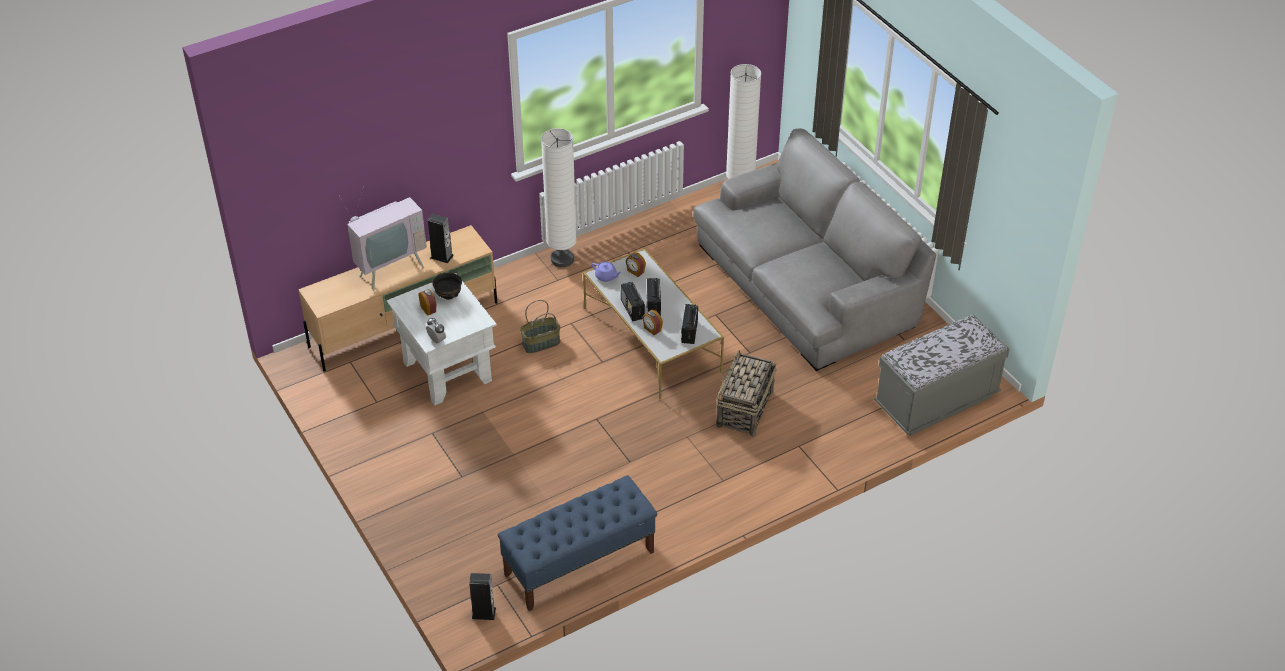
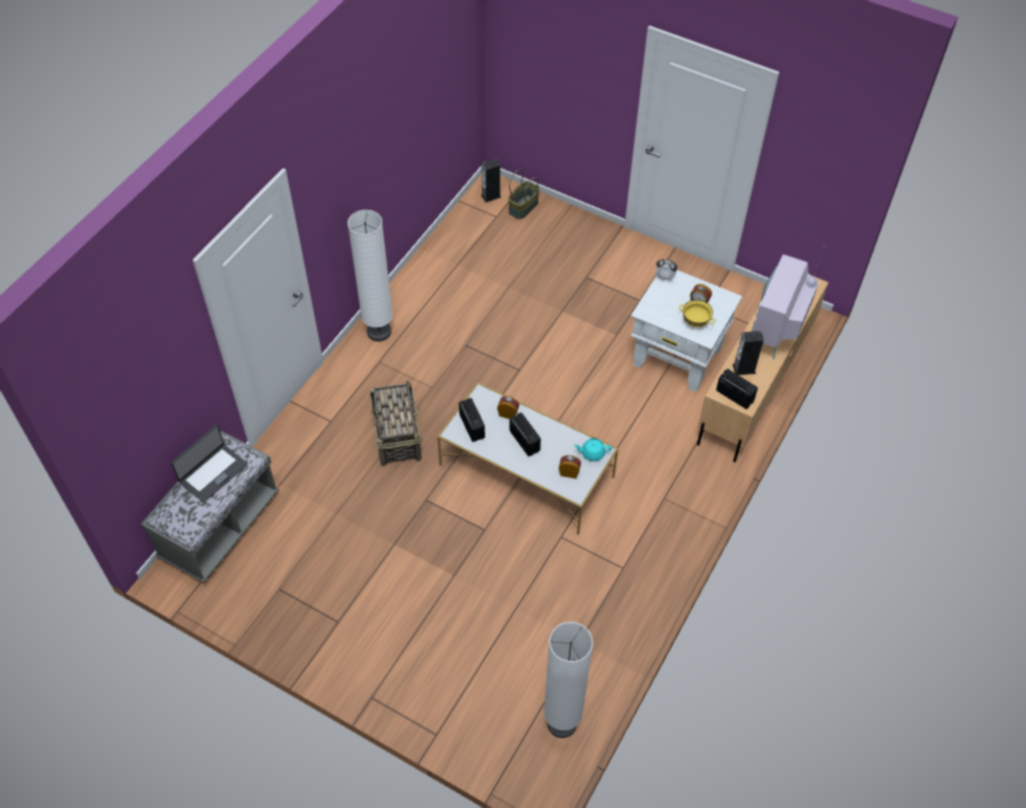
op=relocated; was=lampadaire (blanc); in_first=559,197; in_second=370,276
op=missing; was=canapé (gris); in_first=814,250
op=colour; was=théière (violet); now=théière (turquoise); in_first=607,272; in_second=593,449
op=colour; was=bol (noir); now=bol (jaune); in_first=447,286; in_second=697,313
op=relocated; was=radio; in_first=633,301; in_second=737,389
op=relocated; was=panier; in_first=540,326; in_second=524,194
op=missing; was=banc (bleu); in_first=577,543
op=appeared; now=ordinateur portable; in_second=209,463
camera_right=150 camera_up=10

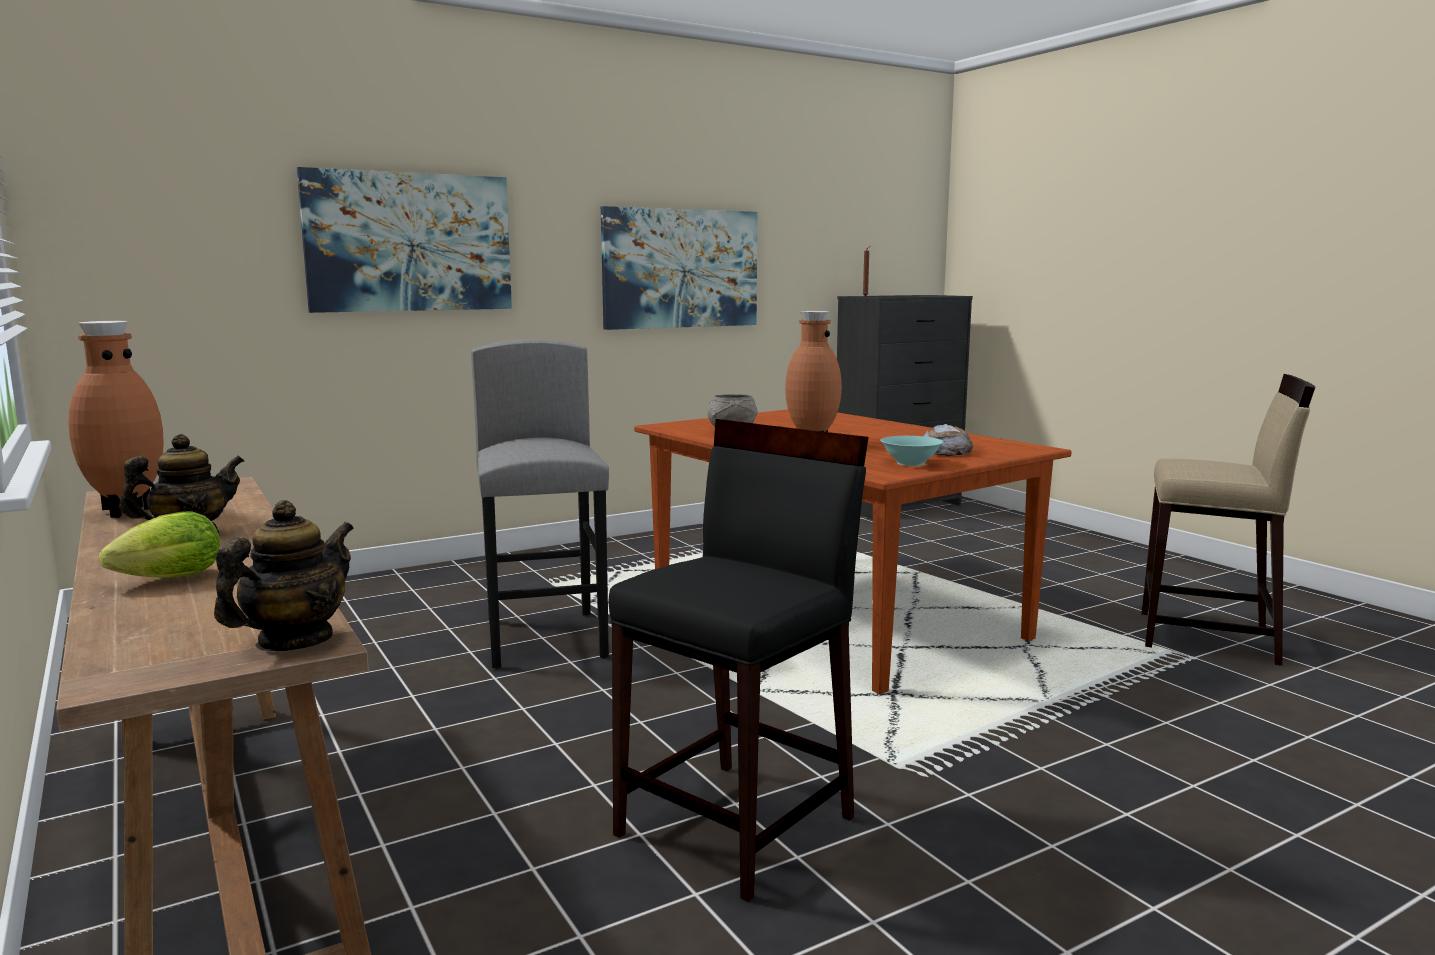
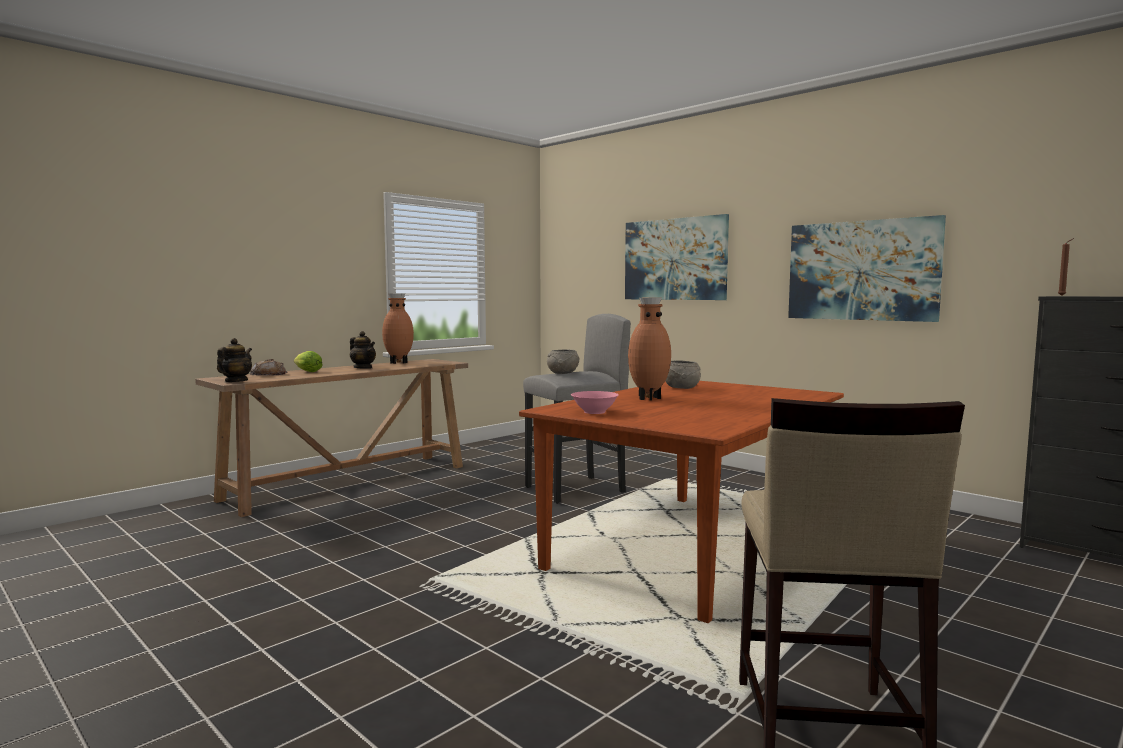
op=missing; was=tabouret (noir); in_first=739,660
op=relocated; was=pain; in_first=948,440; in_second=268,367
op=colour; was=bol (turquoise); now=bol (rose); in_first=912,451; in_second=595,402
op=spun; was=théière; in_first=284,575; in_second=234,360; clockwise=-90
op=appeared; now=bol (gris); in_second=563,362
camera_right=75 camera_up=-5

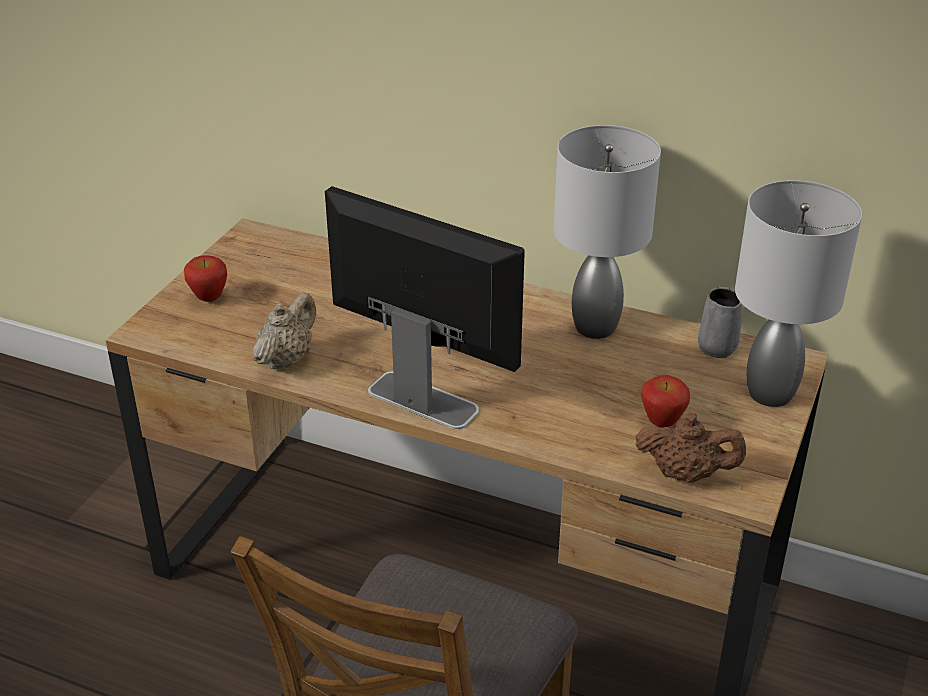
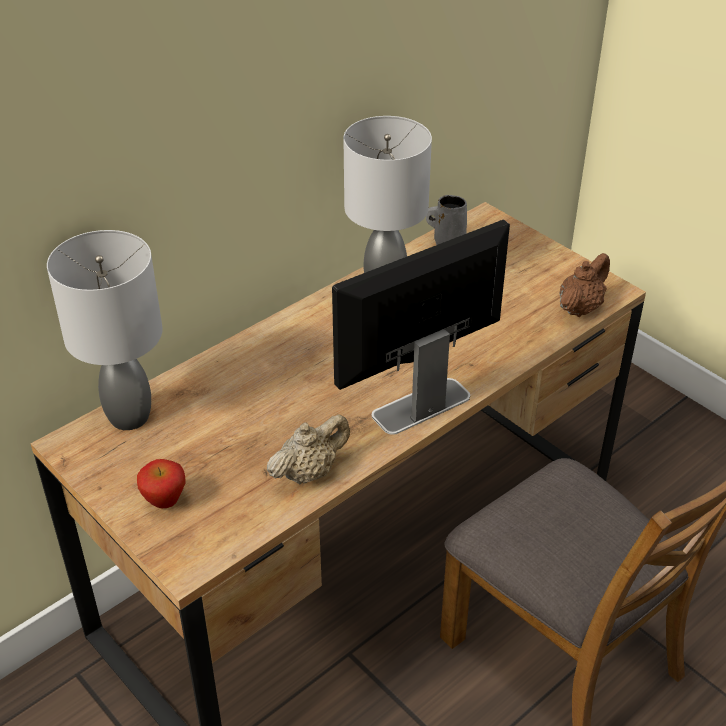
op=relocated; was=lampe de table (gris); in_first=798,293; in_second=105,330
op=spun; was=théière (beige); in_first=284,331; in_second=308,449; clockwise=90
op=missing; was=pomme; in_first=665,401
camera_right=-65 camera_up=5

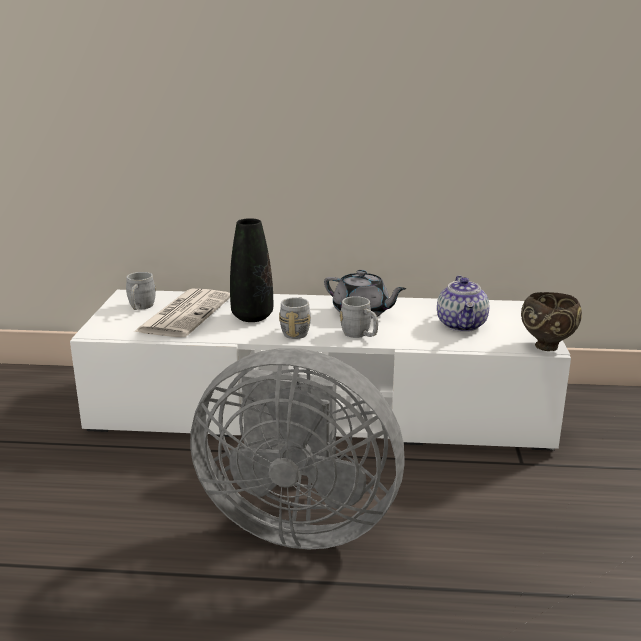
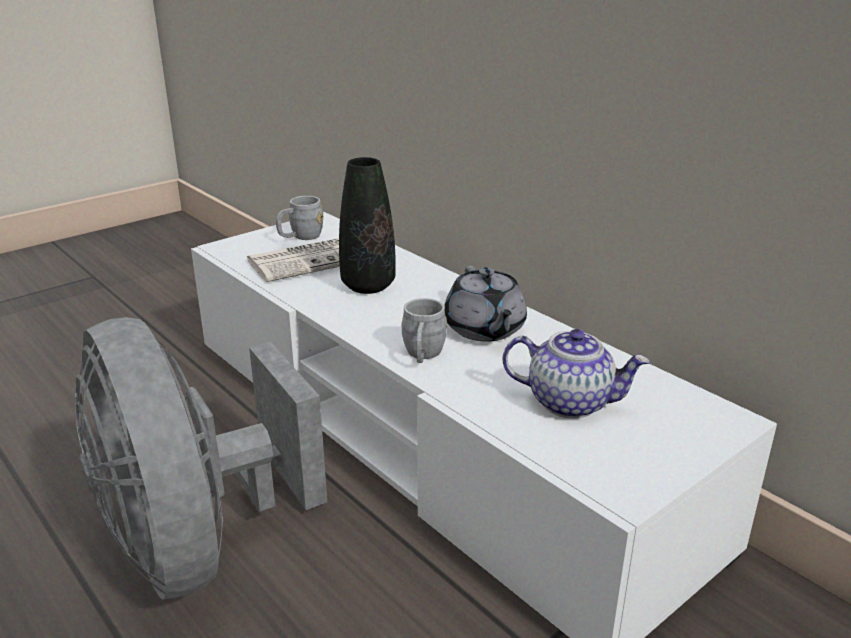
op=spun; was=théière; in_first=463,304; in_second=576,373; clockwise=-120
op=missing; was=bol (marron); in_first=551,321
op=missing; was=mug (gris); in_first=295,318
camera_right=45 camera_up=5

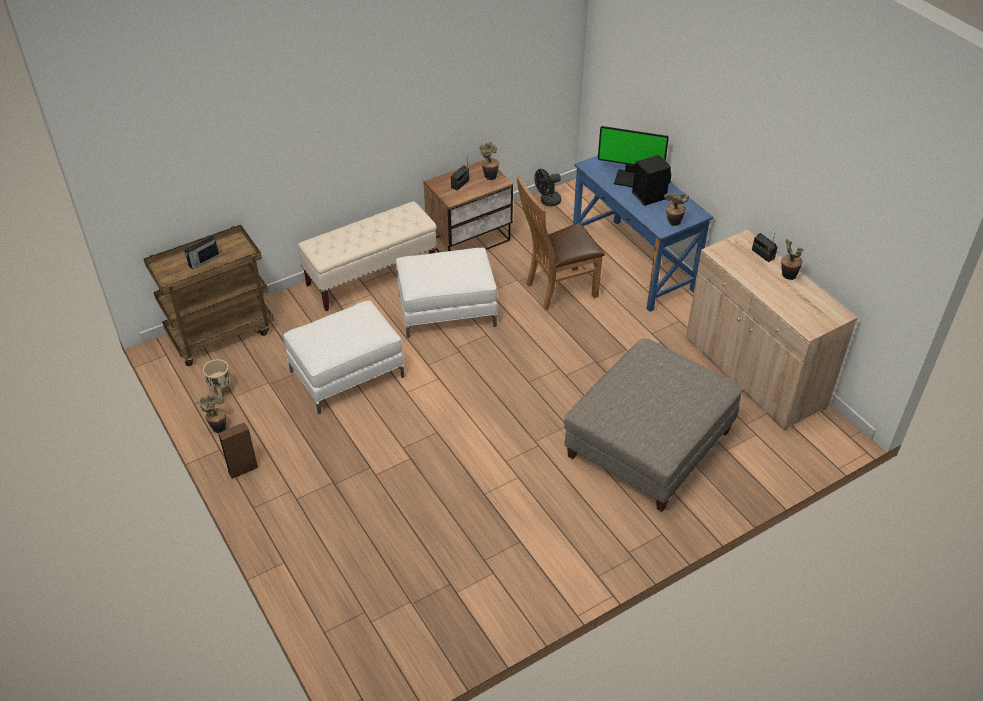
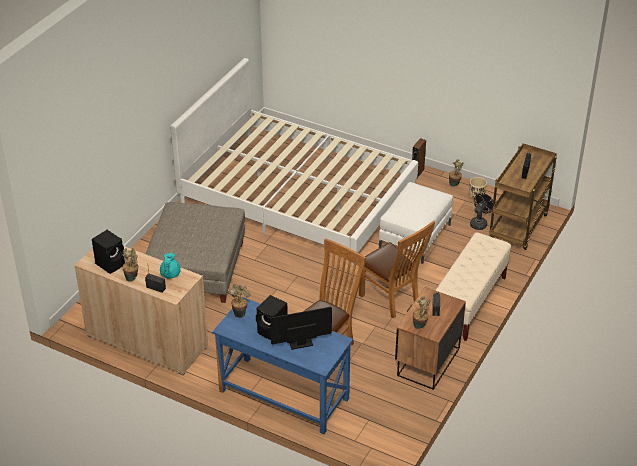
op=relocated; was=ventilateur (noir); in_first=547,187; in_second=481,211
op=exchanged; was=pouf (blanc); now=chaise (marron); in_first=446,293; in_second=397,270
op=appeared; now=lit (blanc); in_second=294,162
op=appeared; now=enceinte (noir); in_second=108,252
op=appeared; now=théière (turquoise); in_second=170,265
camera_right=150 camera_up=-5

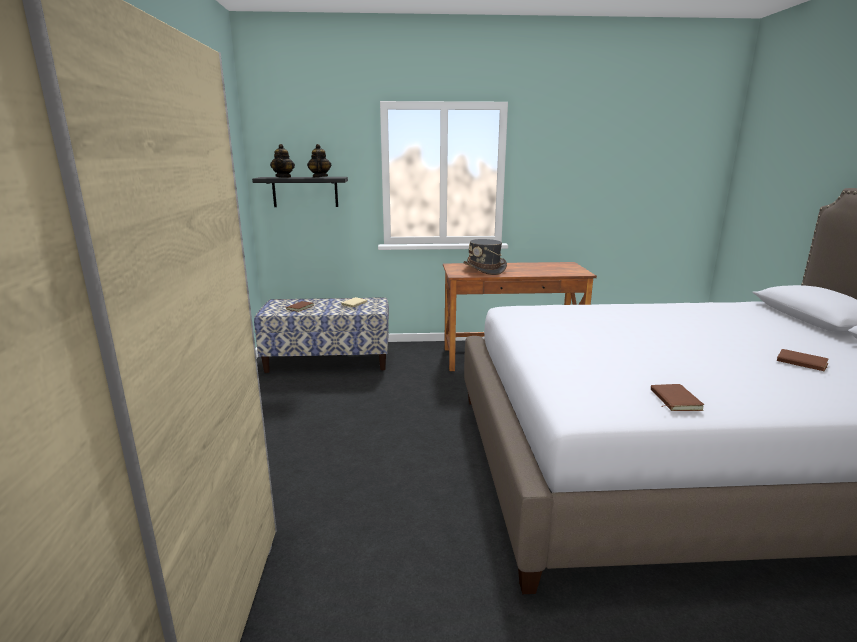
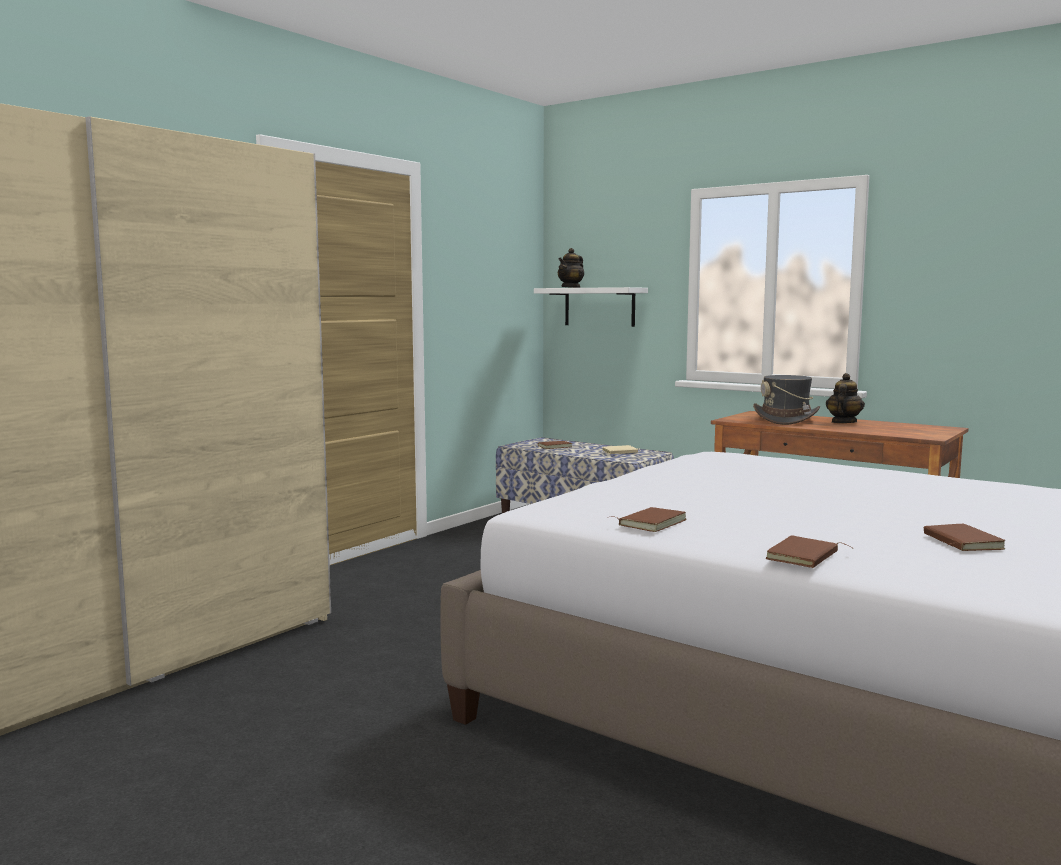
op=relocated; was=théière; in_first=319,160; in_second=845,398
op=colour; was=étagère (noir); now=étagère (blanc); in_first=300,192; in_second=591,307
op=appeared; now=livre (marron); in_second=809,551
camera_right=40 camera_up=-10

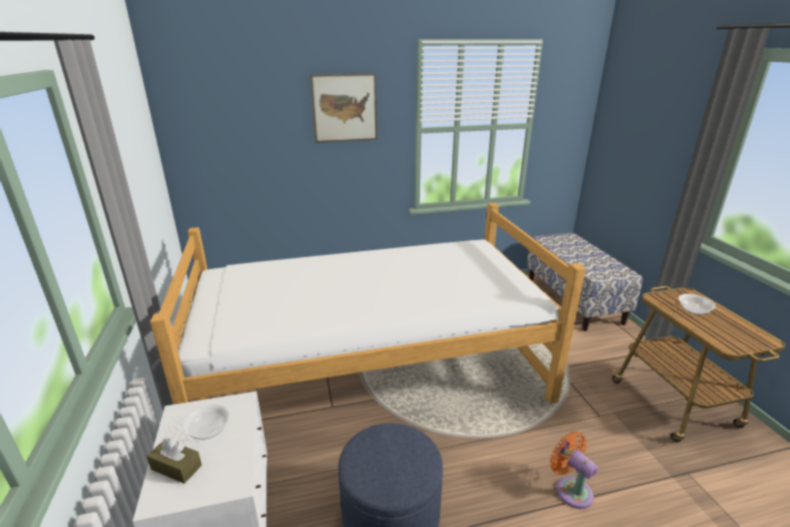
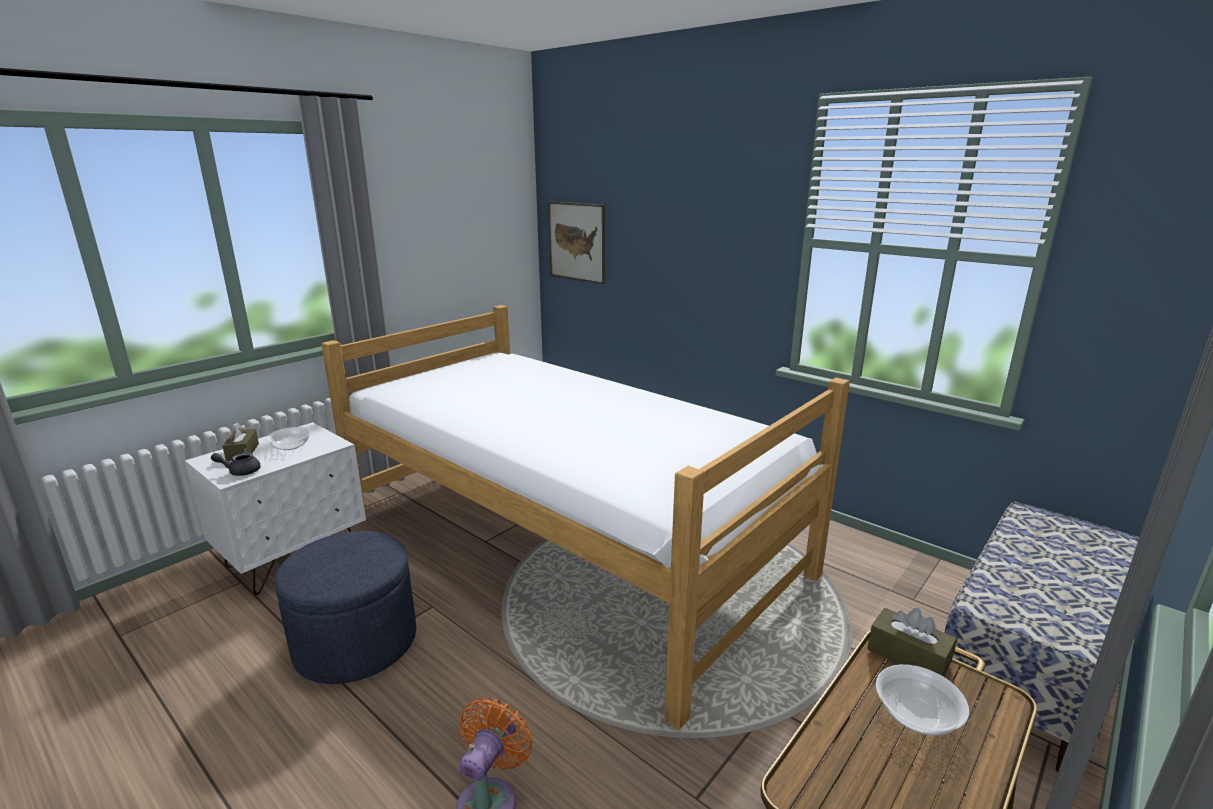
op=relocated; was=tableau; in_first=343,108; in_second=576,242
op=appeared; now=théière (gris); in_second=236,462
op=appeared; now=boîte à mouchoirs (marron); in_second=912,642
camera_right=55 camera_up=-5

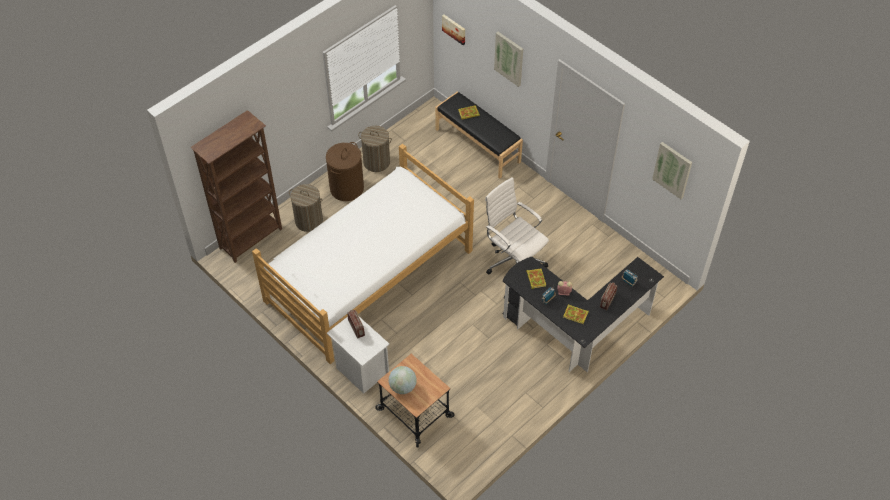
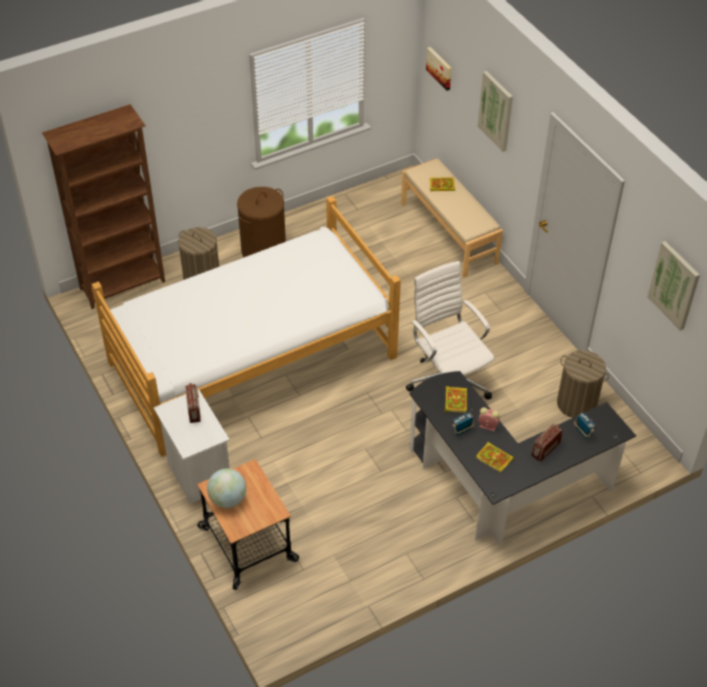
op=colour; was=banc (noir); now=banc (beige); in_first=479,135; in_second=452,217
op=relocated; was=panier à linge; in_first=375,149; in_second=583,384
camera_right=15 camera_up=-5

